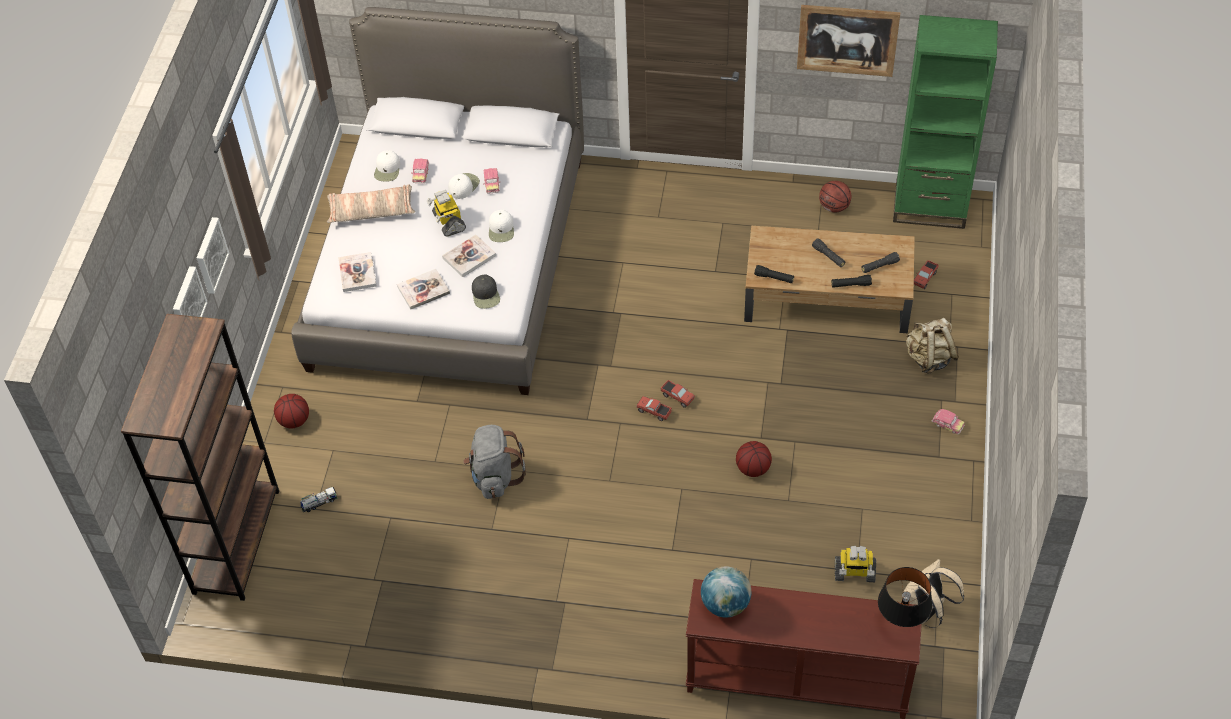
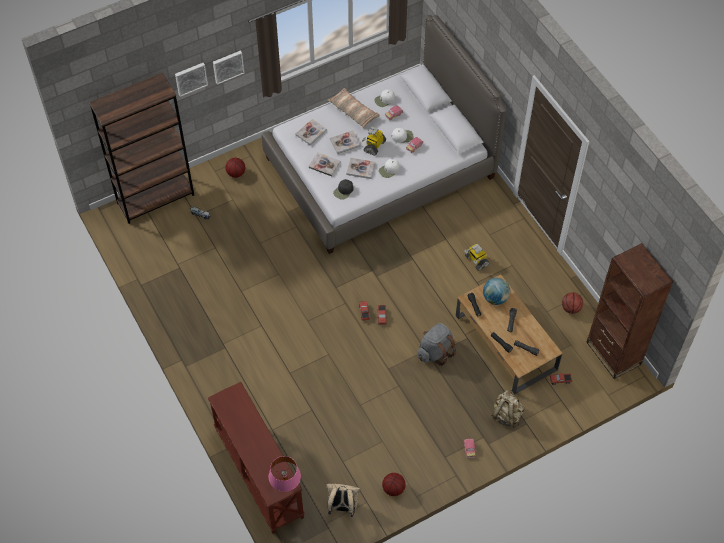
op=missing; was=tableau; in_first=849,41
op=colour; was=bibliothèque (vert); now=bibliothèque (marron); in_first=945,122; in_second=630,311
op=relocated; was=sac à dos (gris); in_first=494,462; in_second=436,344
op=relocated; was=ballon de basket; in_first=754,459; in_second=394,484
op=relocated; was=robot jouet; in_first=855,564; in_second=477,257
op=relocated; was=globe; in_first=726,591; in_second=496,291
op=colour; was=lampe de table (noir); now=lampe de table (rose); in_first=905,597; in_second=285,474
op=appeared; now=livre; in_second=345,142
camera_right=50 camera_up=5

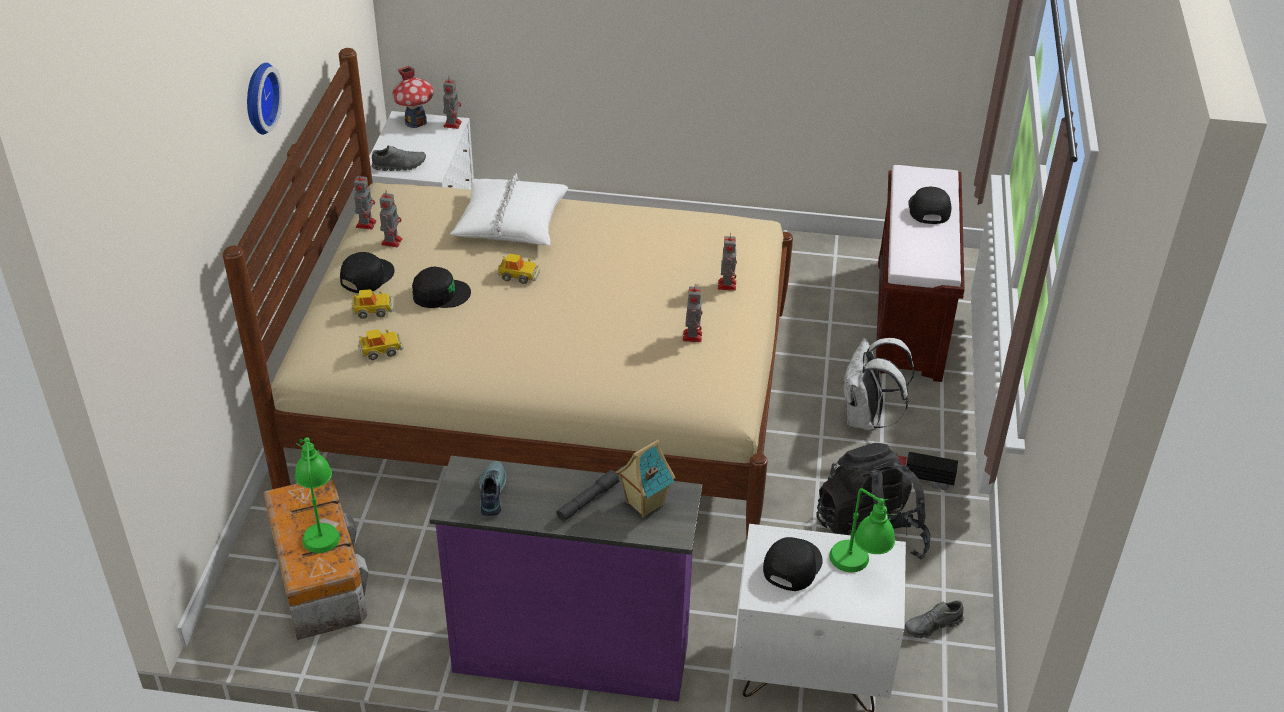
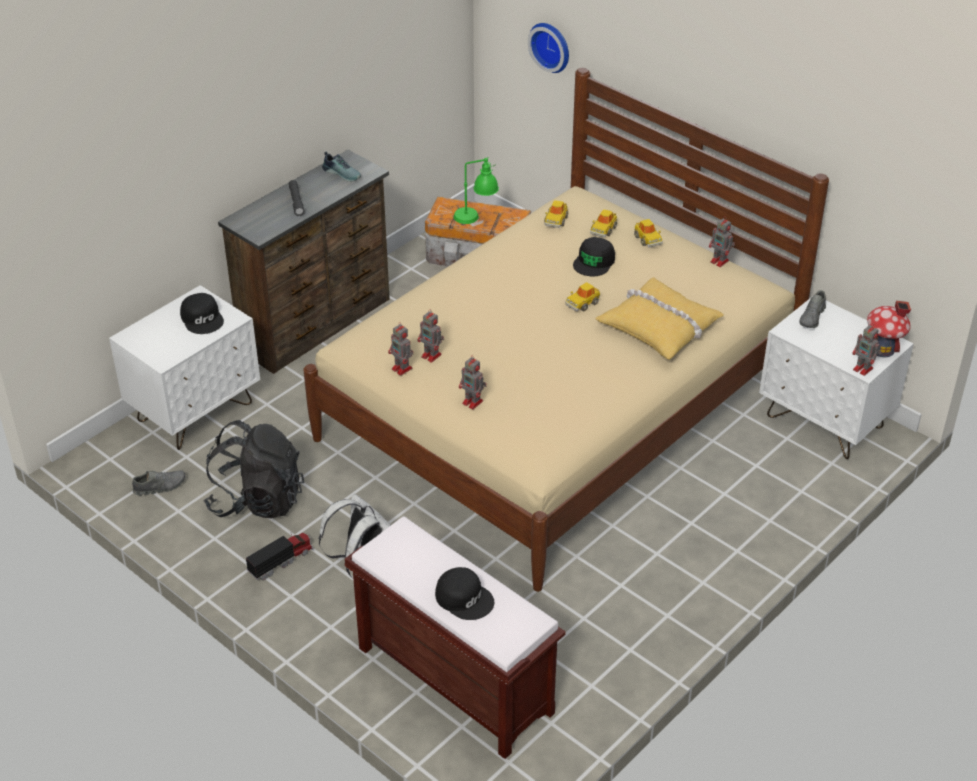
op=relocated; was=horloge murale; in_first=264,99; in_second=548,48
op=colour; was=coussin (blanc); now=coussin (jaune); in_first=509,209; in_second=659,318
op=relocated; was=robot jouet; in_first=391,218; in_second=400,349
op=exchanged; was=casquette (noir); now=petite voiture; in_first=367,273; in_second=648,233
op=missing; was=maison miniature; in_first=645,479
op=colour; was=commode (violet); now=commode (marron); in_first=566,579; in_second=304,262
op=missing; was=lampe de table (vert); in_first=863,530
op=spun; was=chaussure (gris); in_first=934,619; in_second=158,483; clockwise=60
camera_right=125 camera_up=0

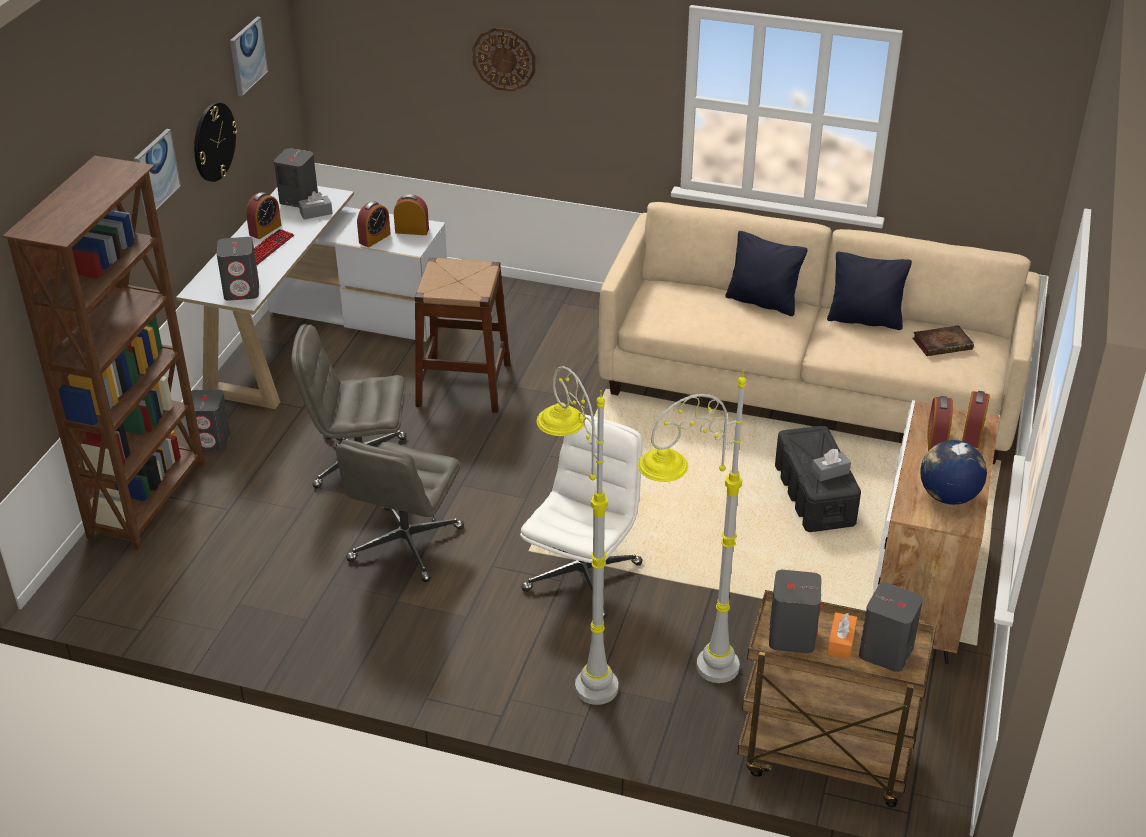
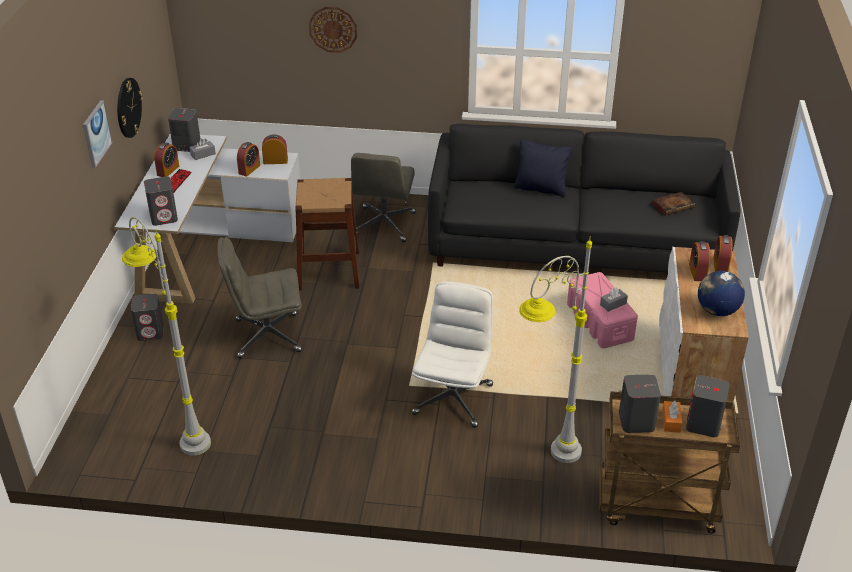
op=missing; was=tableau; in_first=249,56
op=missing; was=bibliothèque (marron); in_first=103,352
op=colour; was=canapé (beige); now=canapé (noir); in_first=819,333; in_second=584,198
op=missing; was=coussin (noir); in_first=869,291
op=relocated; was=lampadaire (gris); in_first=577,535; in_second=166,336
op=colour; was=boîte de rangement (noir); now=boîte de rangement (rose); in_first=818,479; in_second=602,310
op=relocated; was=chaise de bureau (gris); in_first=400,510; in_second=383,197
camera_right=-10 camera_up=0

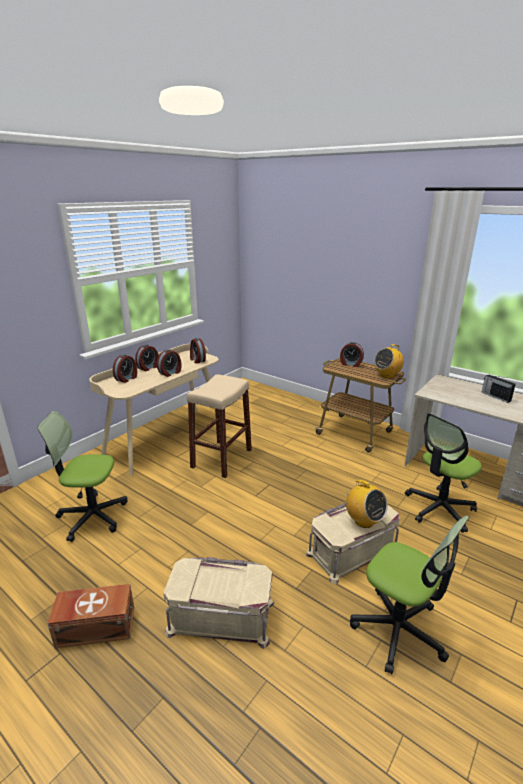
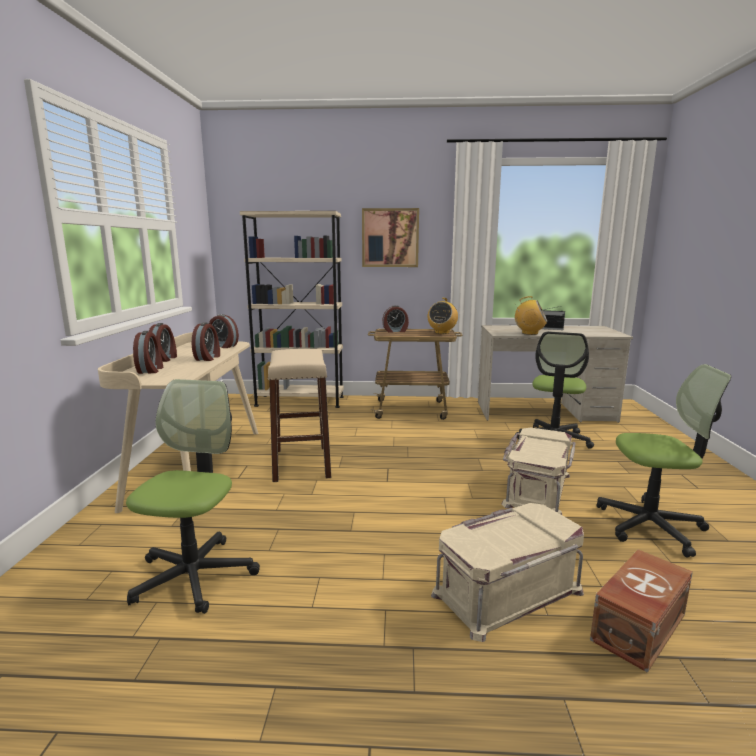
op=spun; was=chaise de bureau; in_first=83,476; in_second=193,496; clockwise=135
op=relocated; was=radio; in_first=366,504; in_second=530,315
op=relocated; was=boîte de rangement (marron); in_first=90,616; in_second=641,611
op=appeared; now=tableau; in_second=390,237
op=appeared; now=bibliothèque (beige); in_second=292,309
camera_right=-35 camera_up=-10

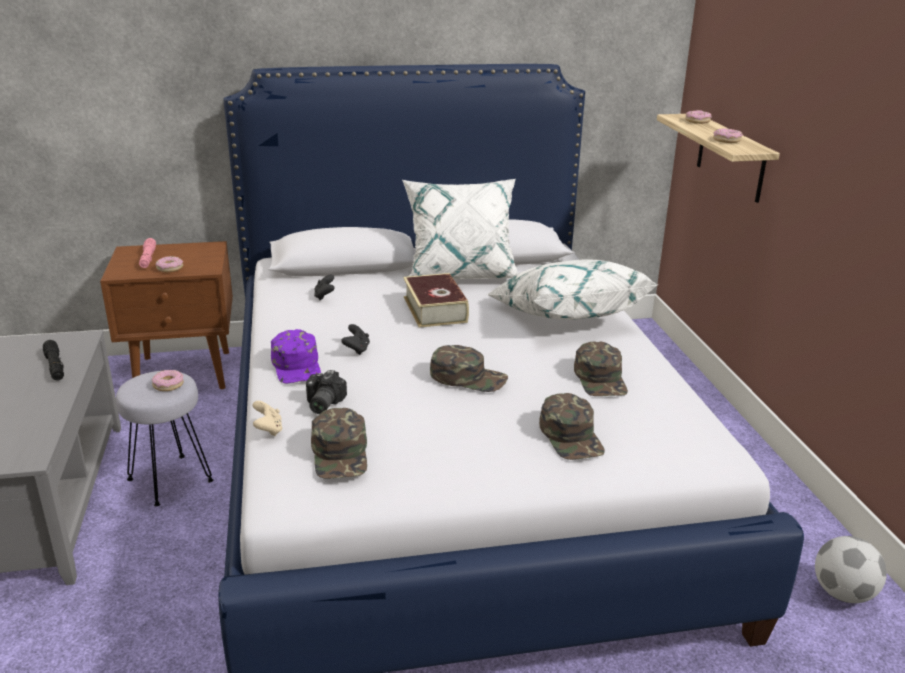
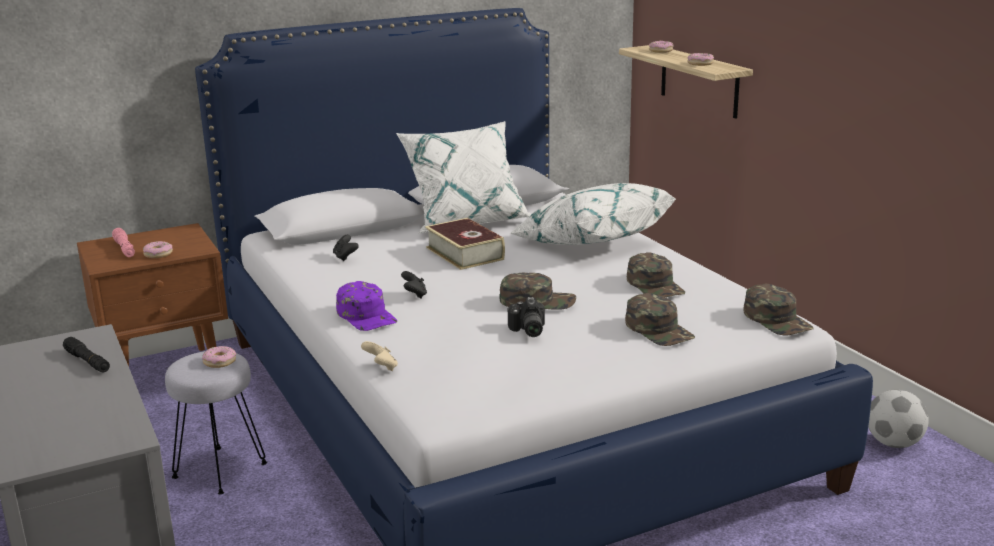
op=relocated; was=appareil photo; in_first=326,392; in_second=526,317
op=relocated; was=casquette (vert); in_first=339,443; in_second=779,309
camera_right=-15 camera_up=-5

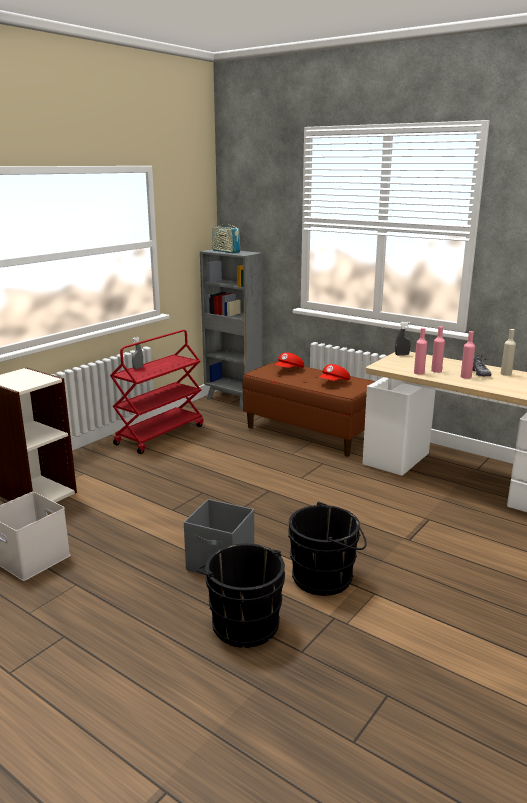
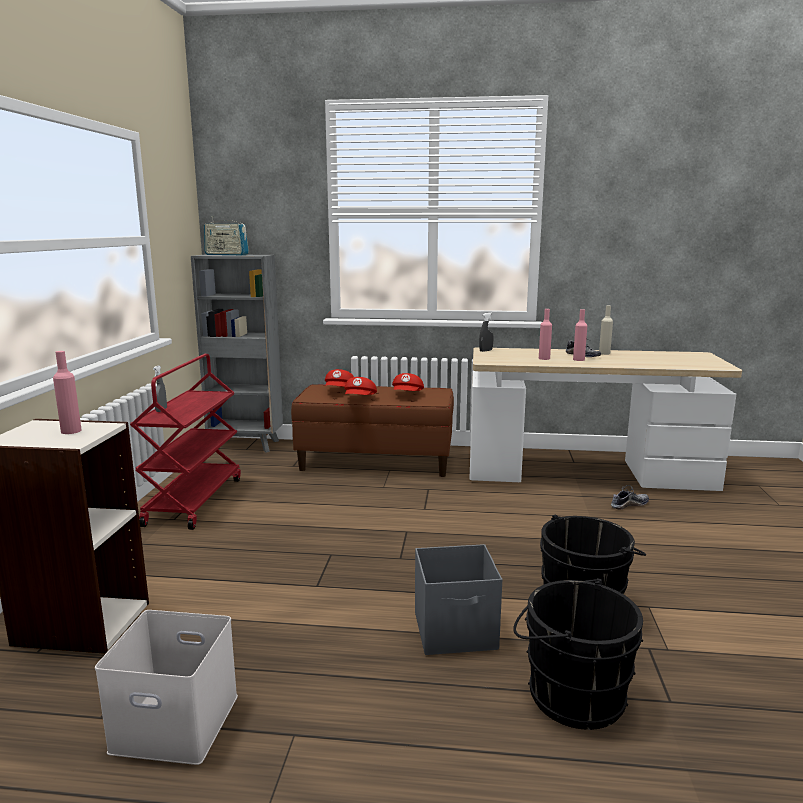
op=relocated; was=bouteille (rose); in_first=420,351; in_second=67,392
op=appeared; now=casquette (rouge); in_second=360,386
op=appeared; now=chaussure; in_second=630,497
camera_right=-30 camera_up=-5

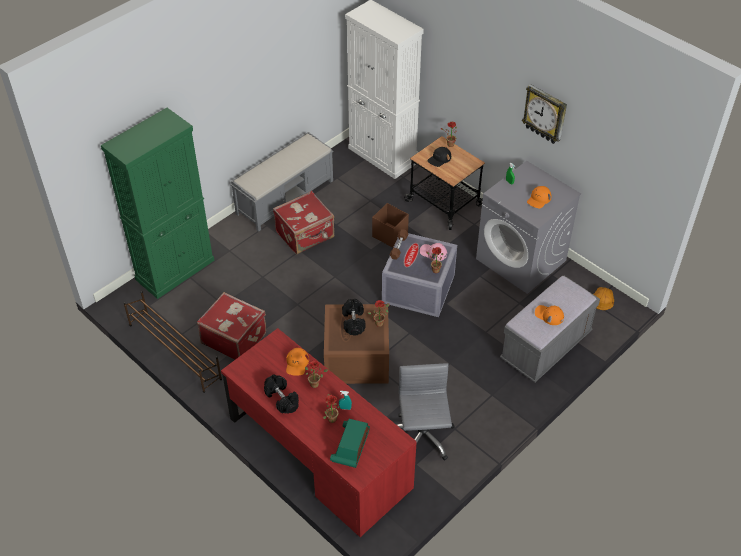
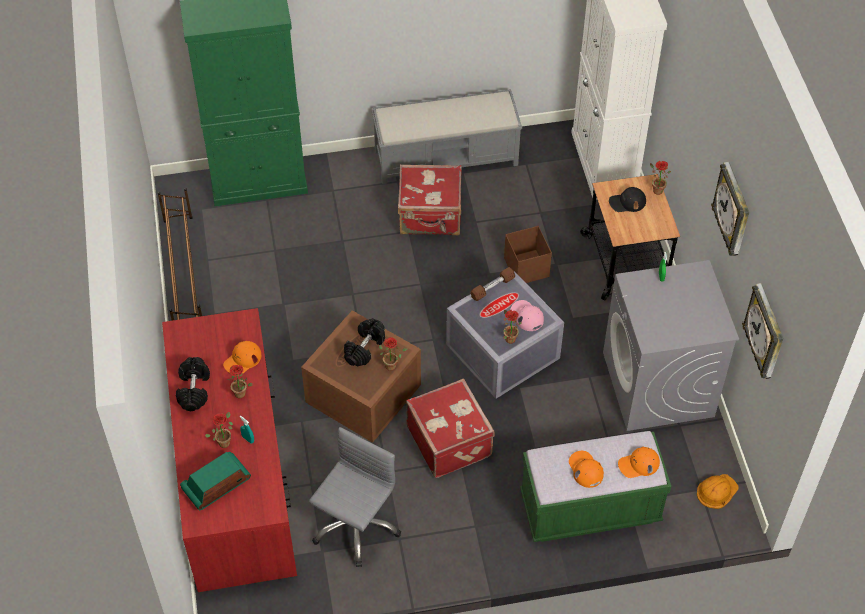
op=relocated; was=casquette (orange); in_first=539,197; in_second=639,462
op=colour; was=banc (gris); now=banc (vert); in_first=550,329; in_second=595,486
op=relocated; was=valise (rouge); in_first=231,326; in_second=450,428
op=appeared; now=horloge murale; in_second=762,331
camera_right=35 camera_up=5

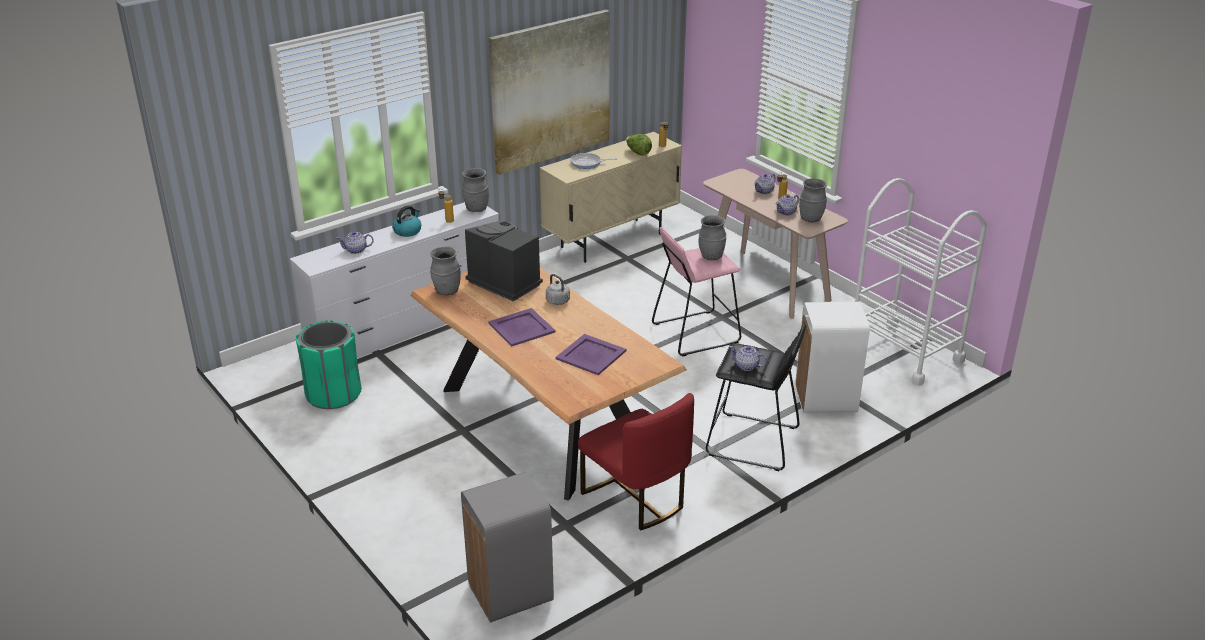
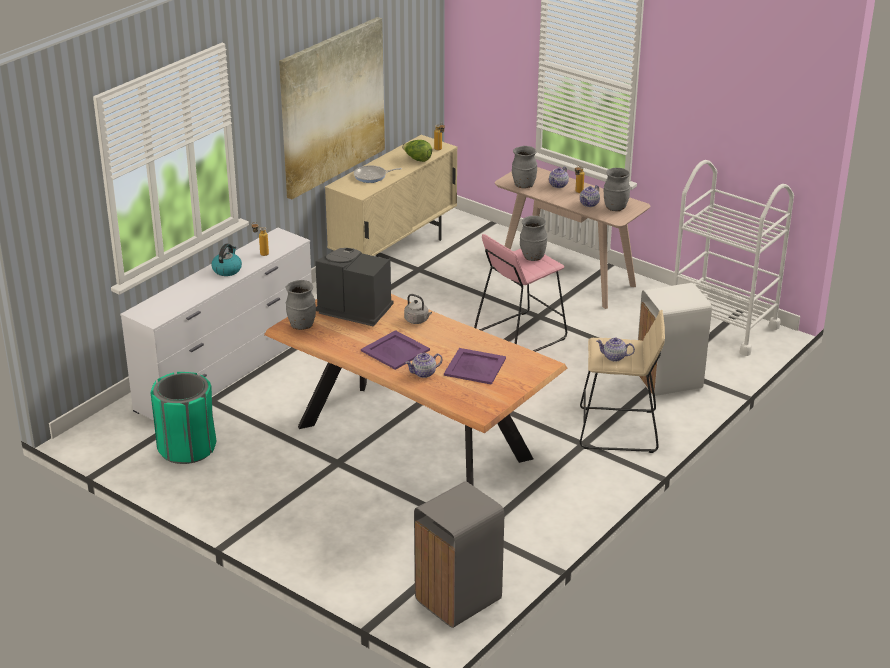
op=relocated; was=vase (gris); in_first=475,190; in_second=524,167
op=relocated; was=théière; in_first=355,242; in_second=423,365
op=colour; was=tabouret (noir); now=tabouret (beige); in_first=756,397; in_second=622,381
op=missing; was=chaise (rouge); in_first=636,461
camera_right=-15 camera_up=0

